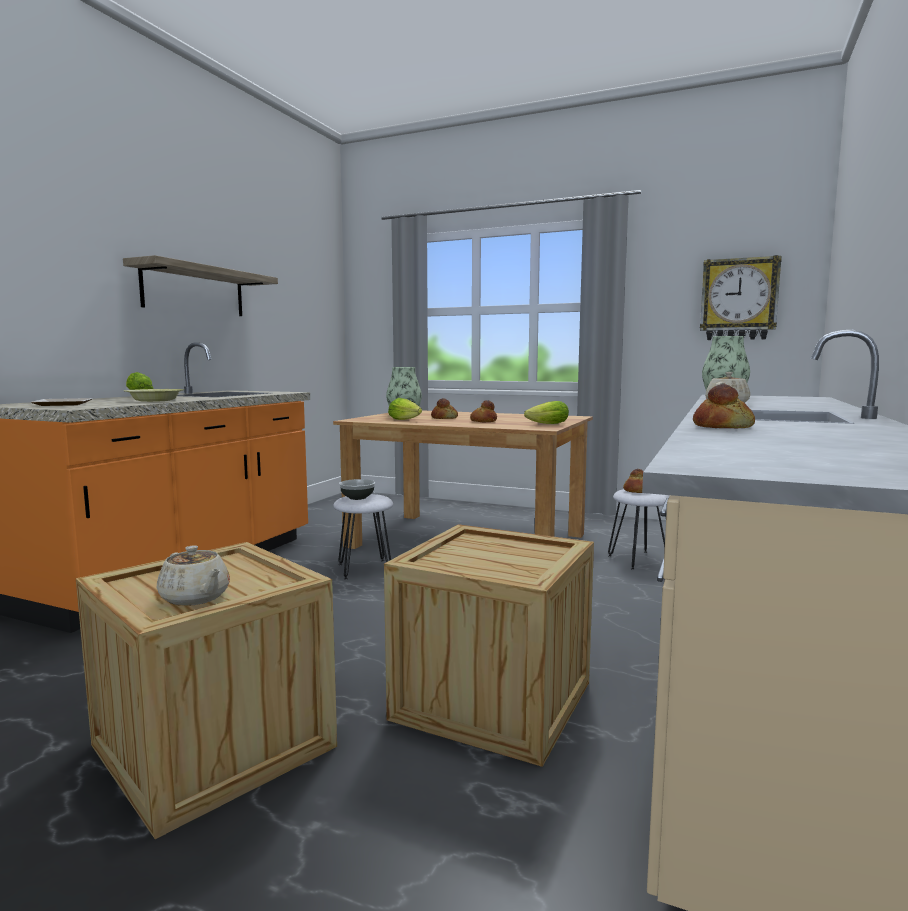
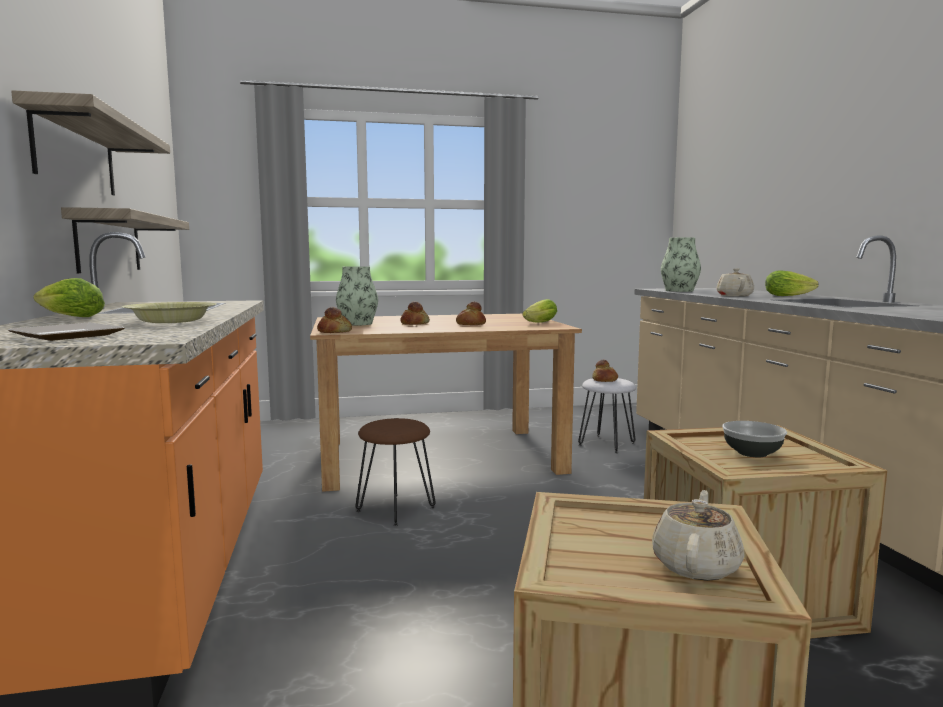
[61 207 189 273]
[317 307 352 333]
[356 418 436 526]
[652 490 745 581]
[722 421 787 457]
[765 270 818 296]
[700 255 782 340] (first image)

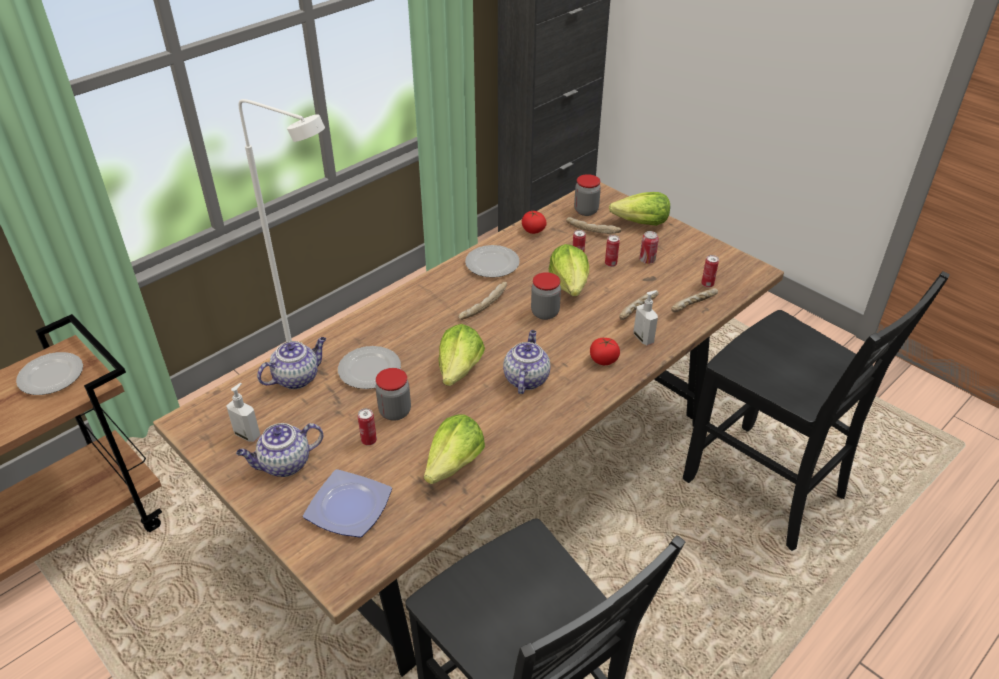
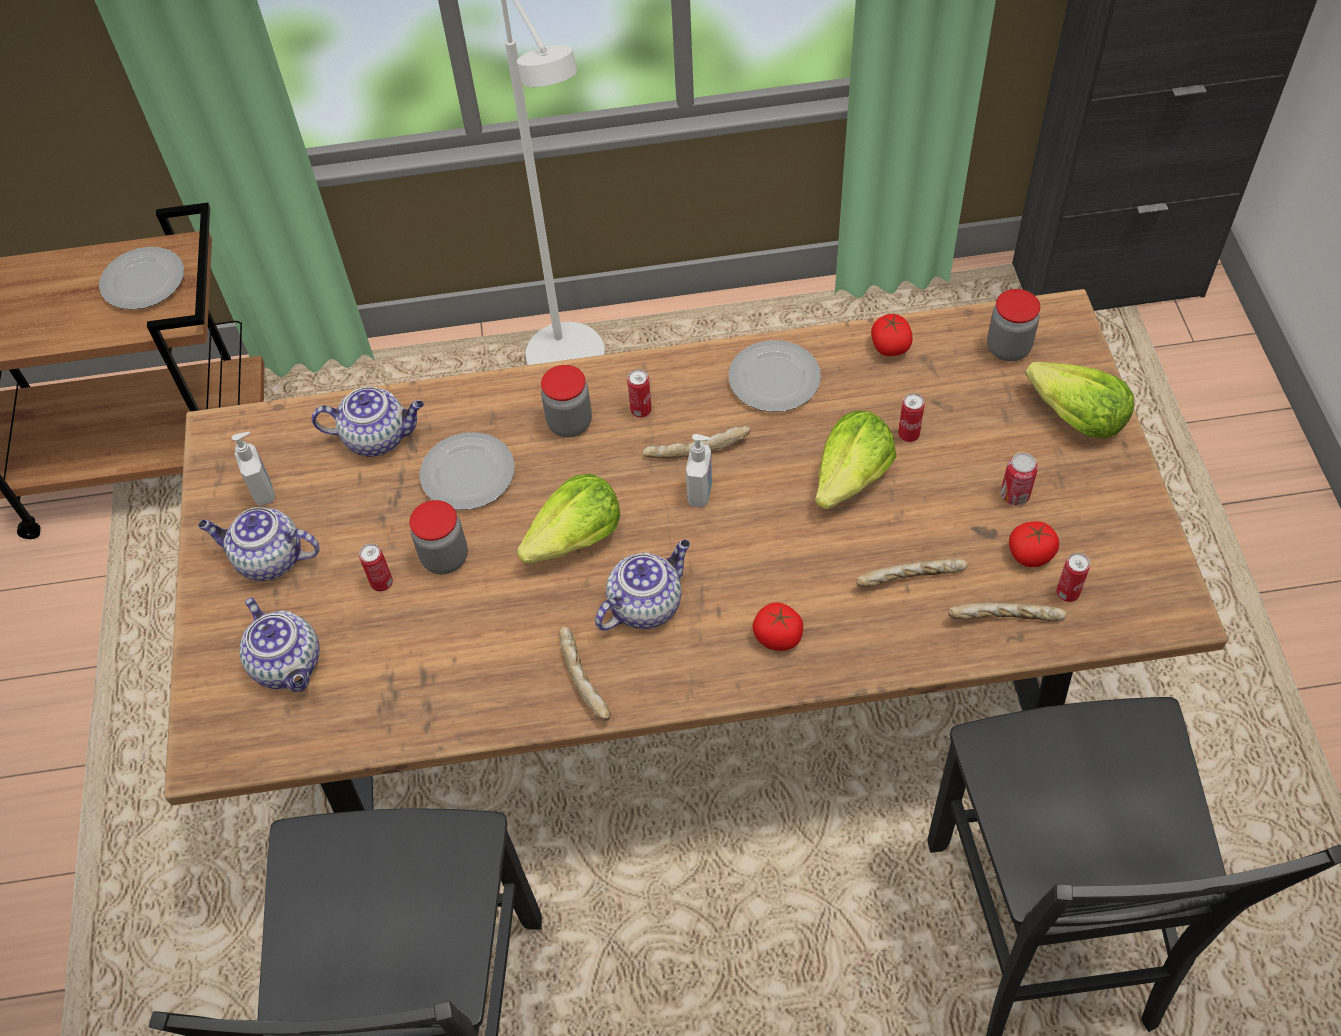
[240 597 320 692]
[541 365 592 437]
[560 626 611 721]
[627 369 652 418]
[686 434 712 508]
[1009 521 1059 567]
[424 414 485 484] (first image)

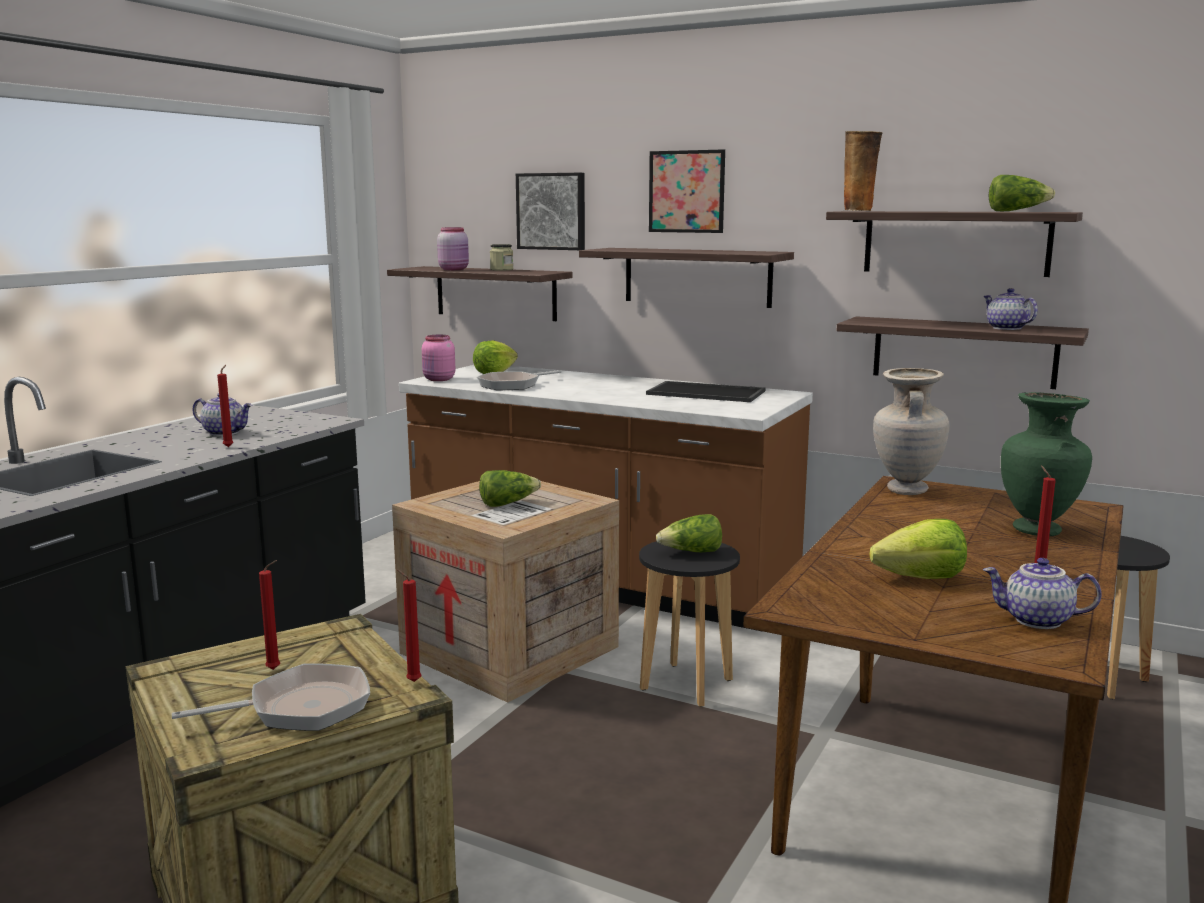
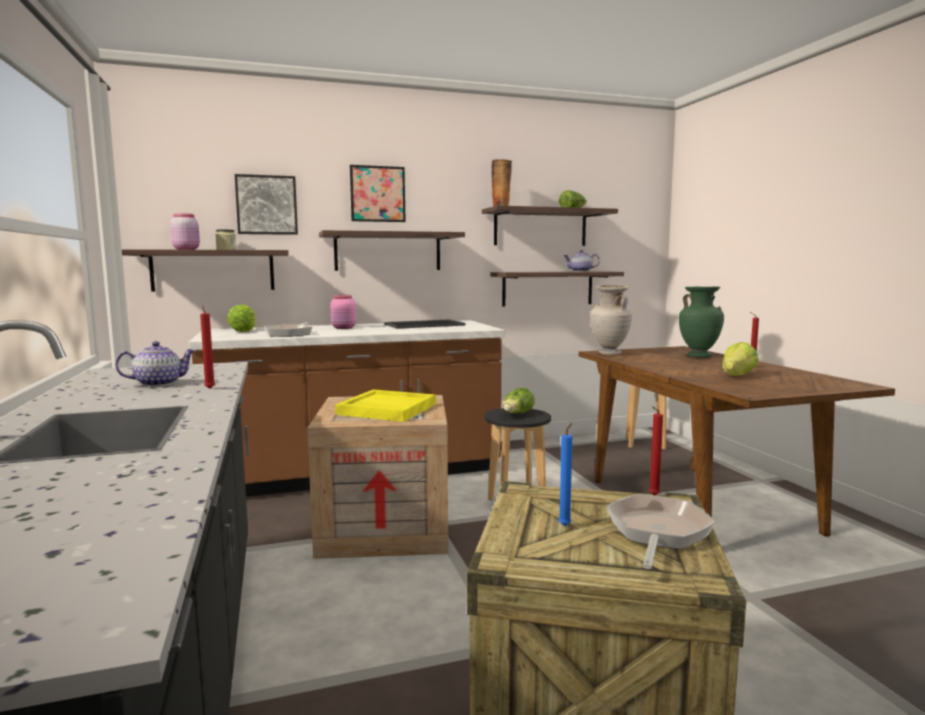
[330 295 356 329]
[335 390 436 422]
[558 423 572 526]
[983 558 1101 629] (first image)

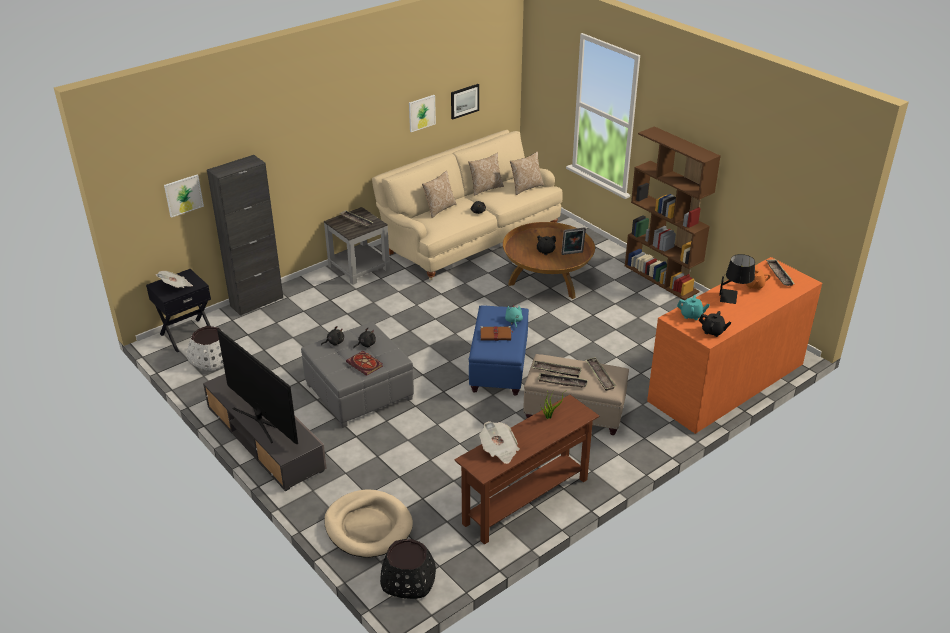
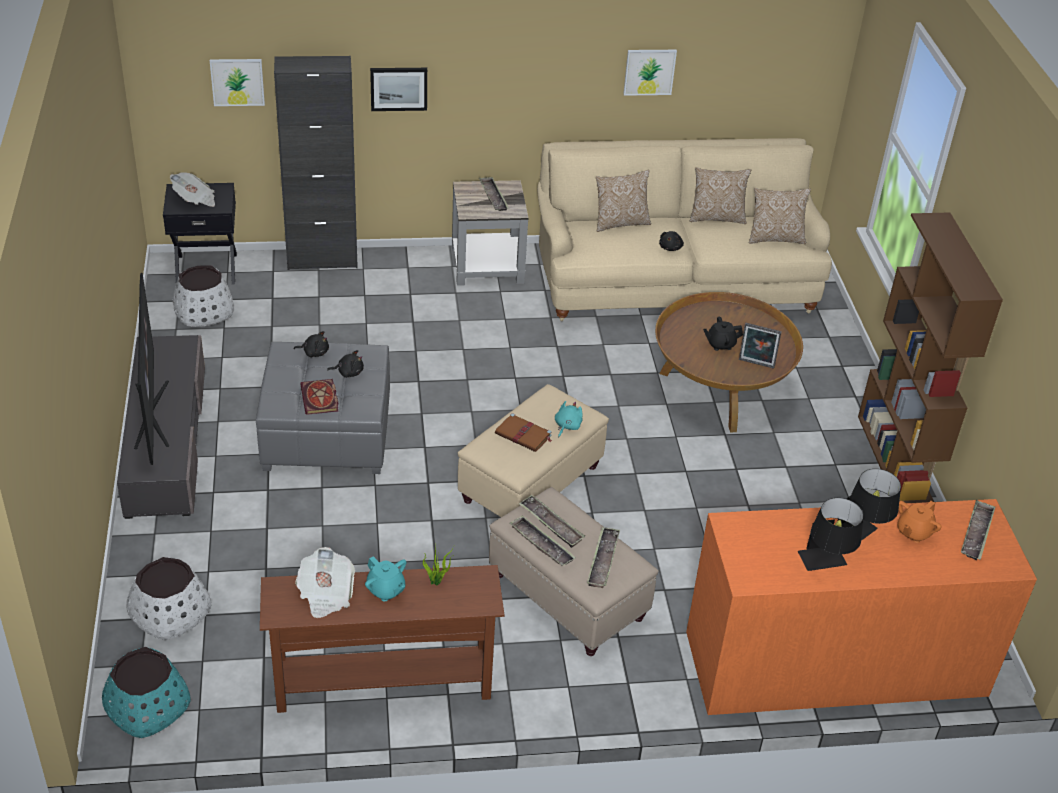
[102 647 191 738]
[126 557 212 640]
[365 556 406 602]
[370 68 427 111]
[458 384 609 517]
[798 498 863 571]
[699 311 732 337] (first image)

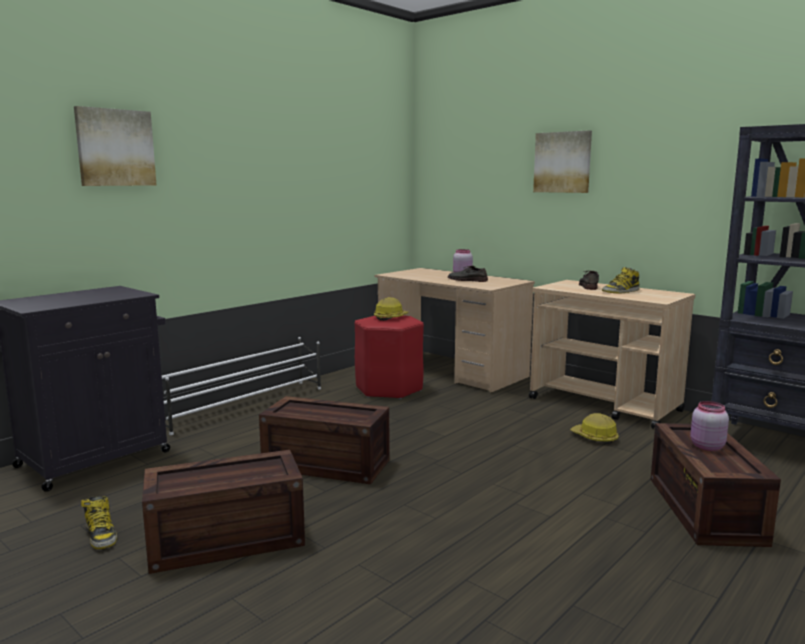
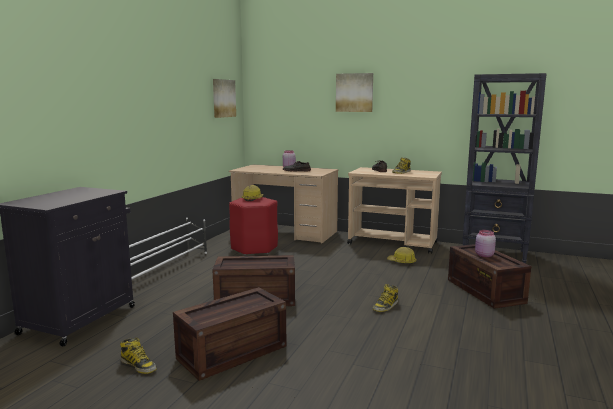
[213 79 236 118]
[373 284 398 312]

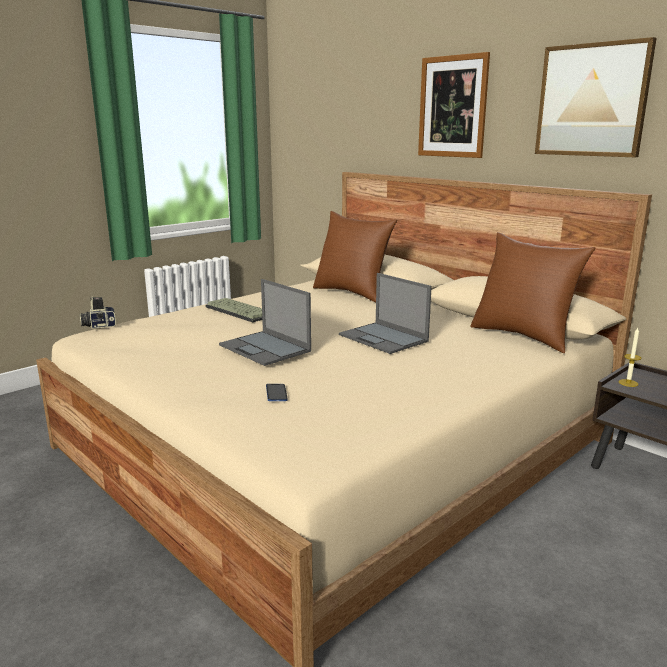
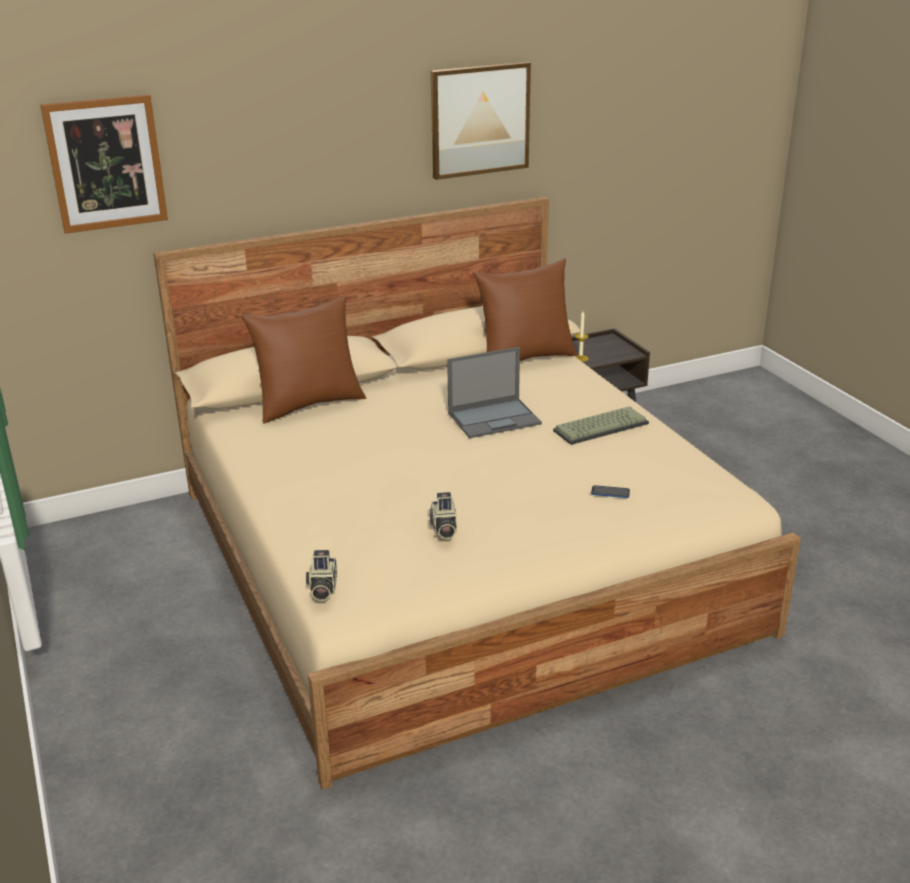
[40 94 168 234]
[430 492 457 539]
[553 406 649 445]
[219 279 311 366] (first image)

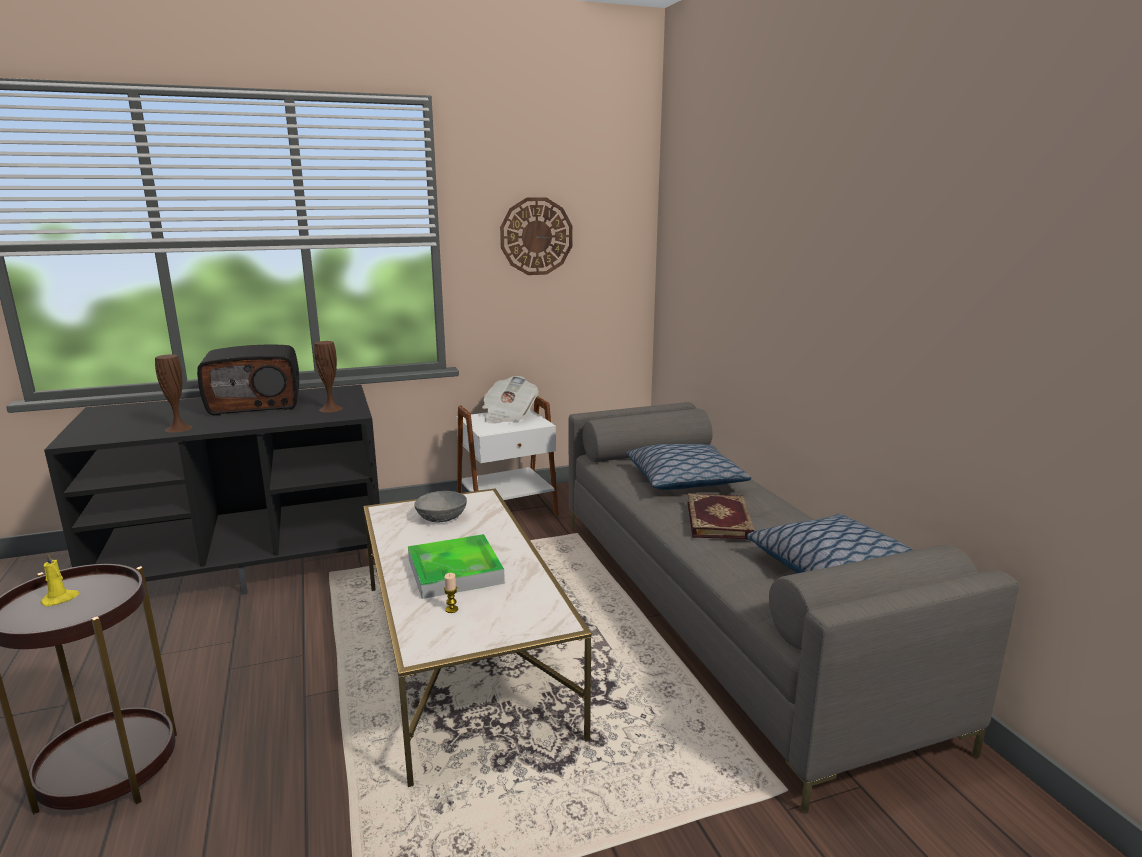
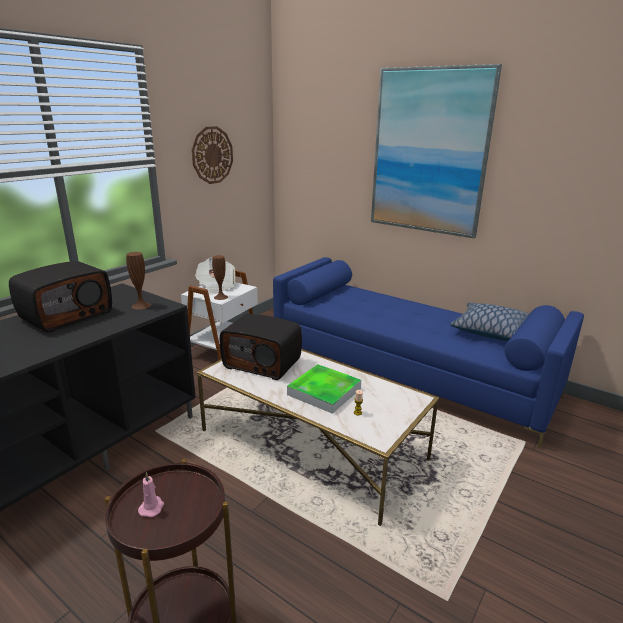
[138 472 164 517]
[212 255 228 300]
[220 314 302 380]
[273 257 584 448]
[371 64 502 238]
[626 444 751 490] (first image)
[687 493 754 540] (first image)

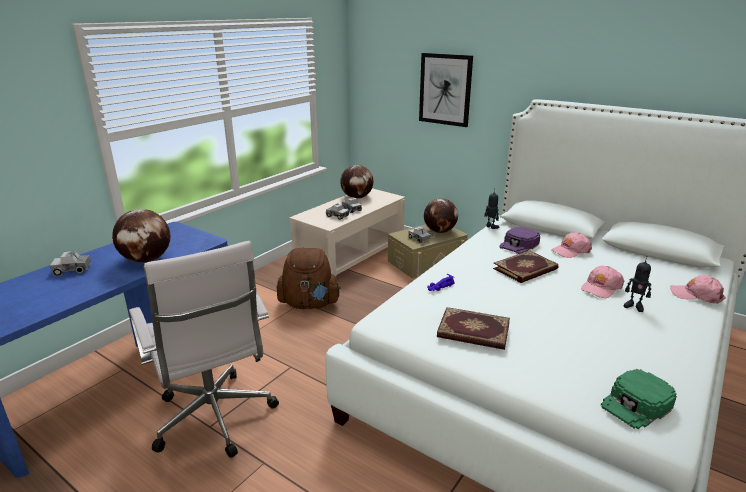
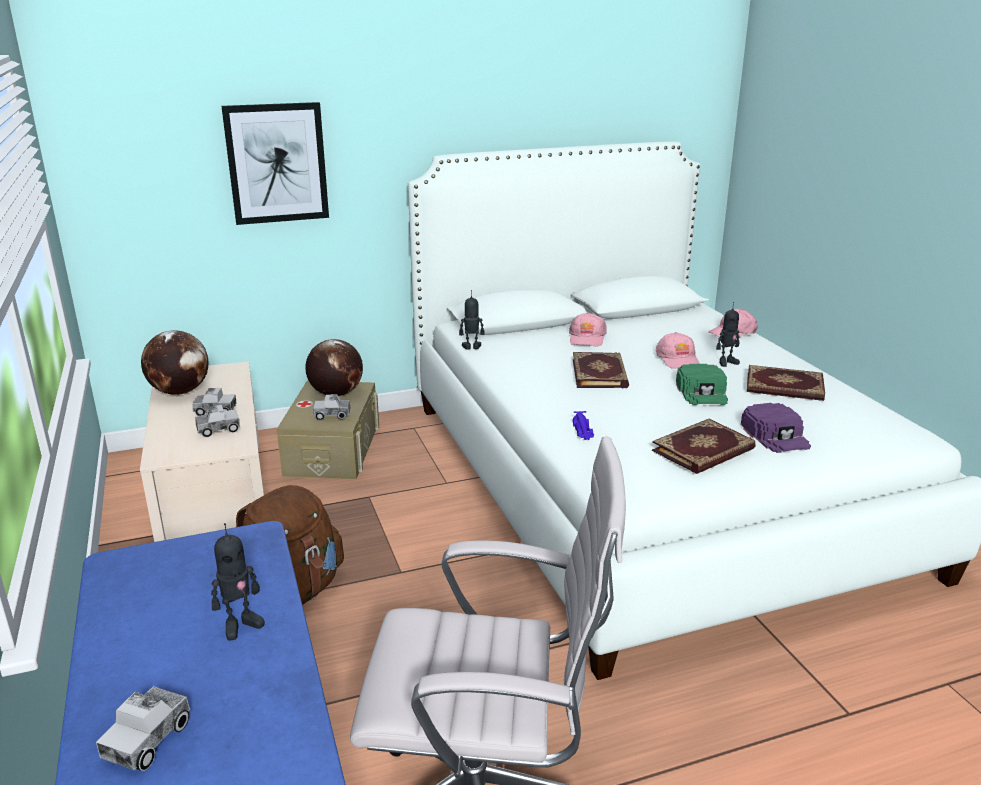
[211 523 265 641]
[676 364 728 405]
[741 403 811 453]
[747 365 825 401]

